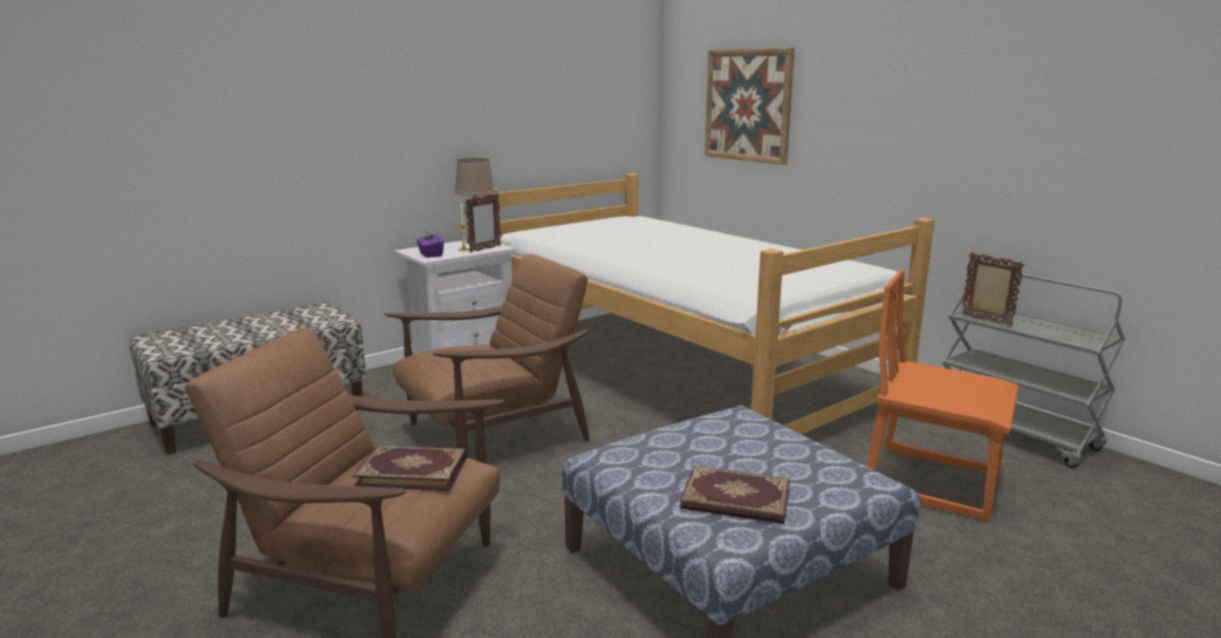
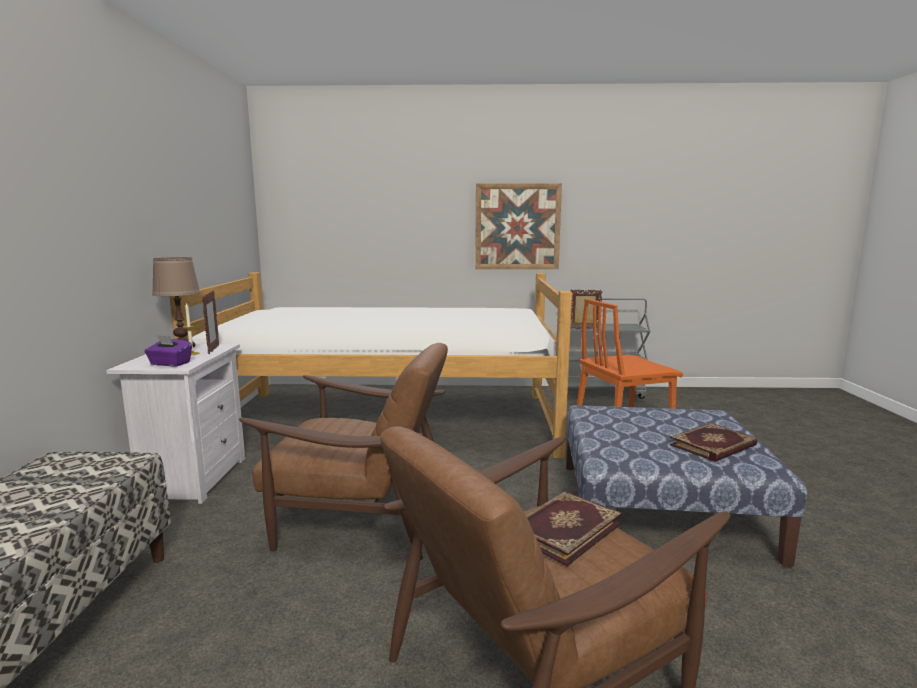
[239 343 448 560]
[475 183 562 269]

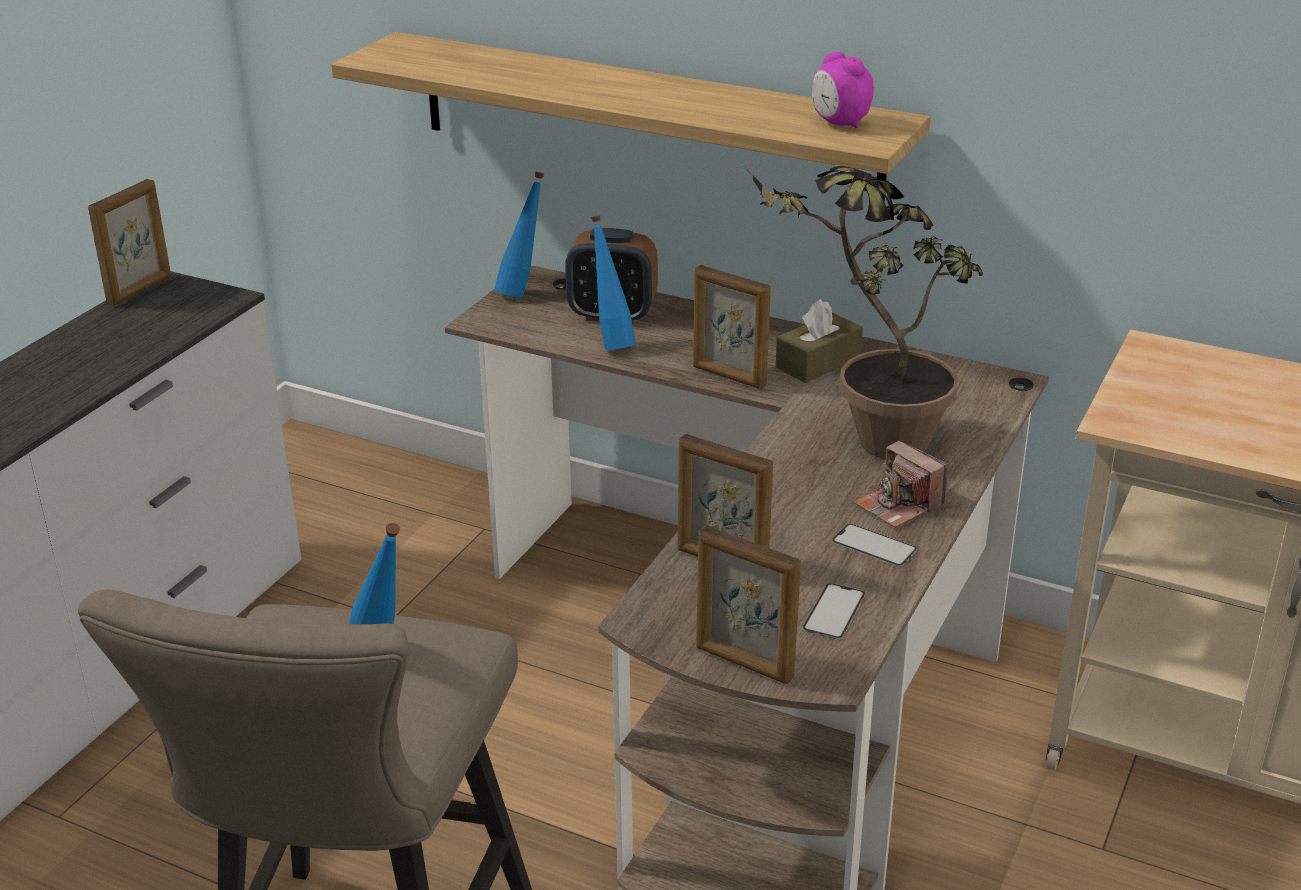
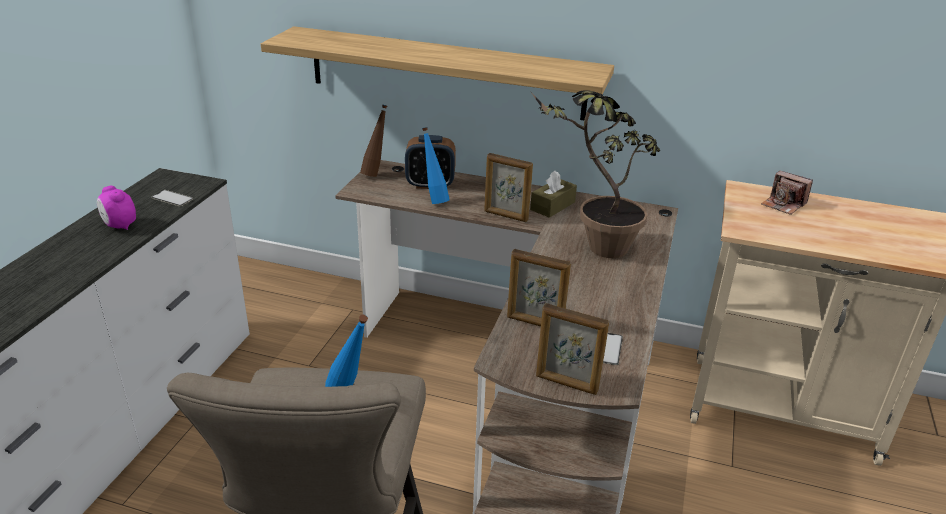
[97 186 136 230]
[151 190 193 206]
[360 105 387 177]
[761 171 813 215]
[88 179 171 306] (first image)

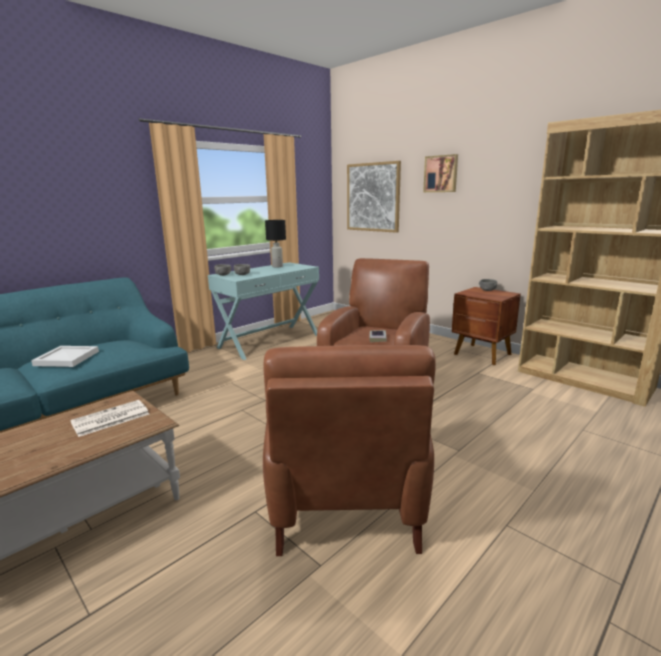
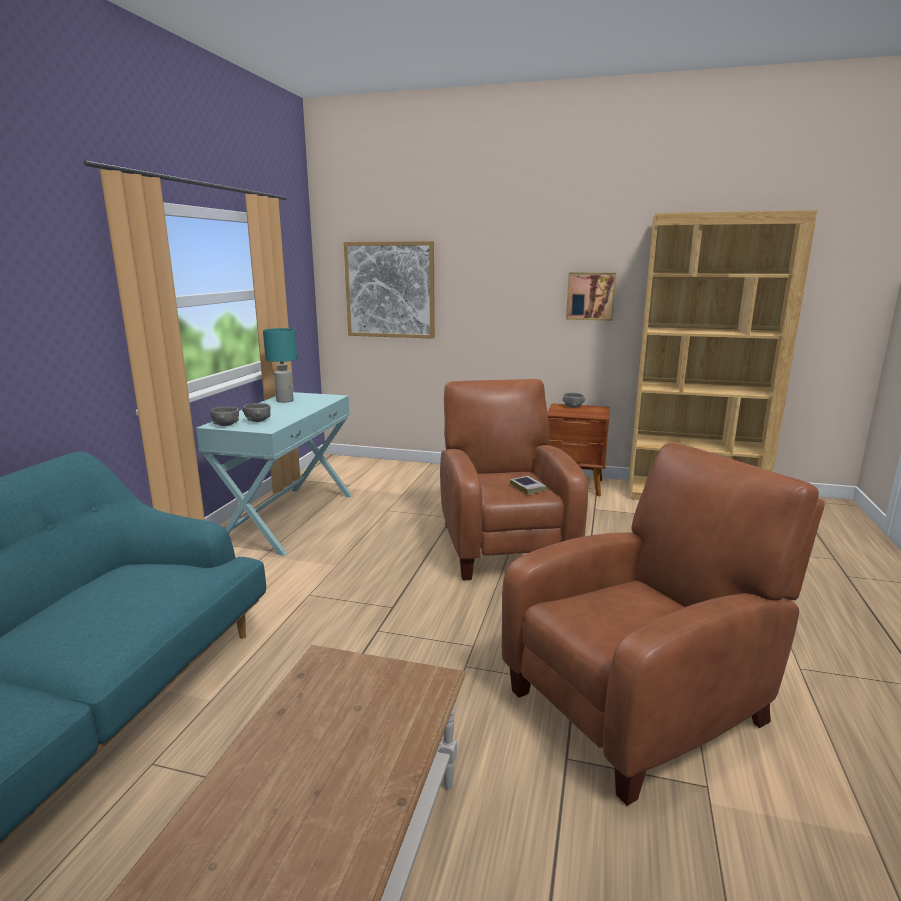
[263 328 297 403]
[501 442 825 806]
[566 272 616 321]
[31 346 99 367] (first image)
[70 400 149 437] (first image)

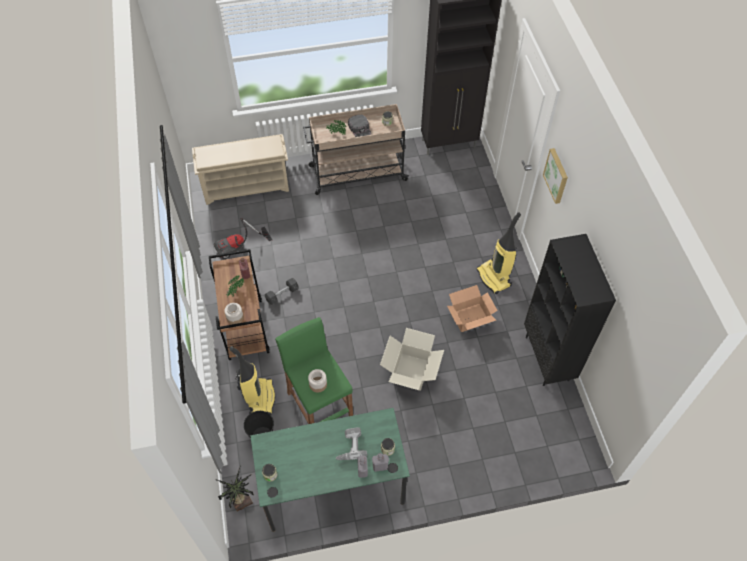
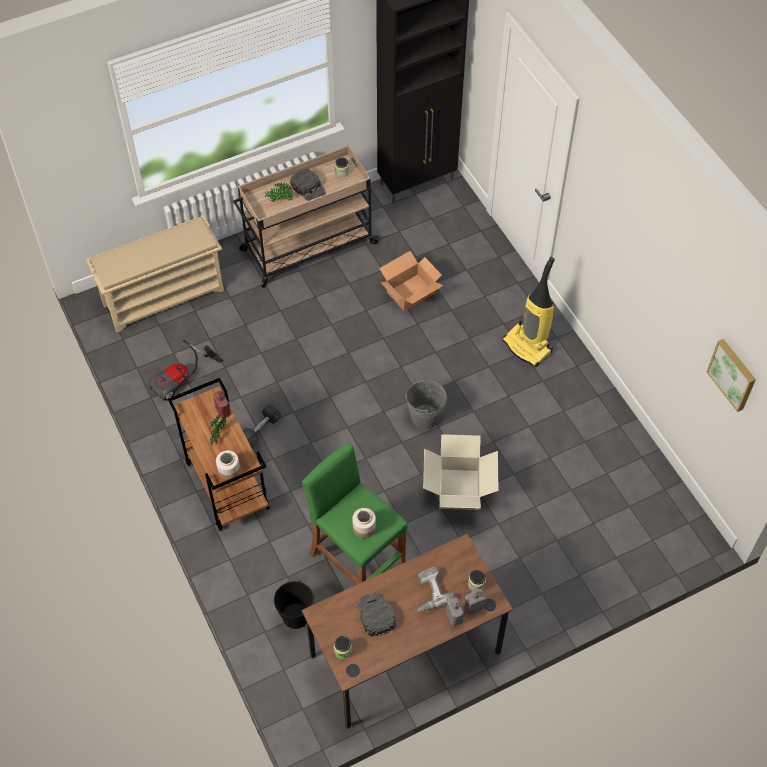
[301 534 513 729]
[358 592 396 637]
[379 251 444 311]
[405 378 447 429]
[707 339 756 412]
[215 467 254 512] (first image)
[230 346 275 415] (first image)
[524 234 616 386] (first image)

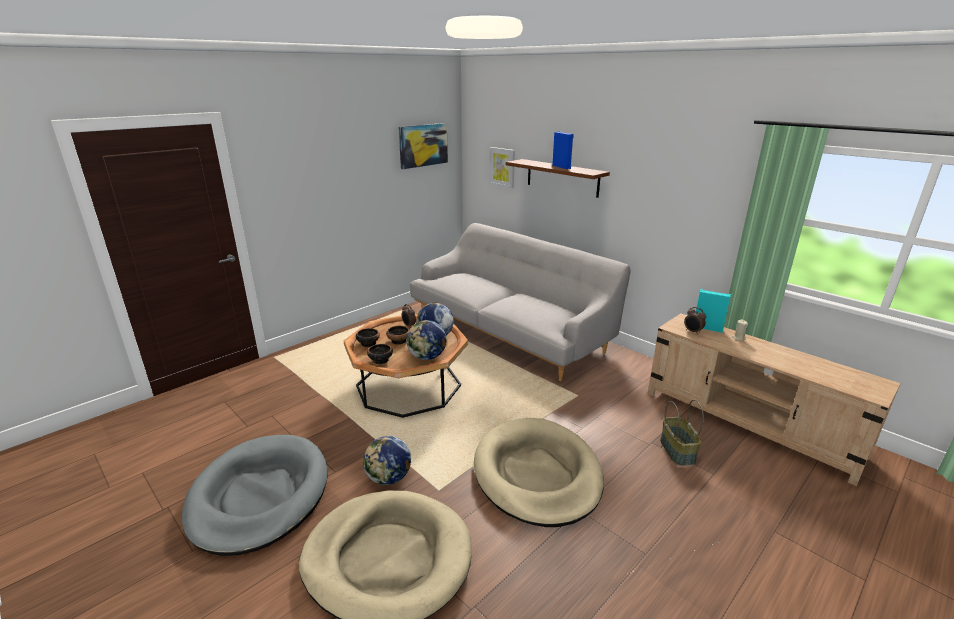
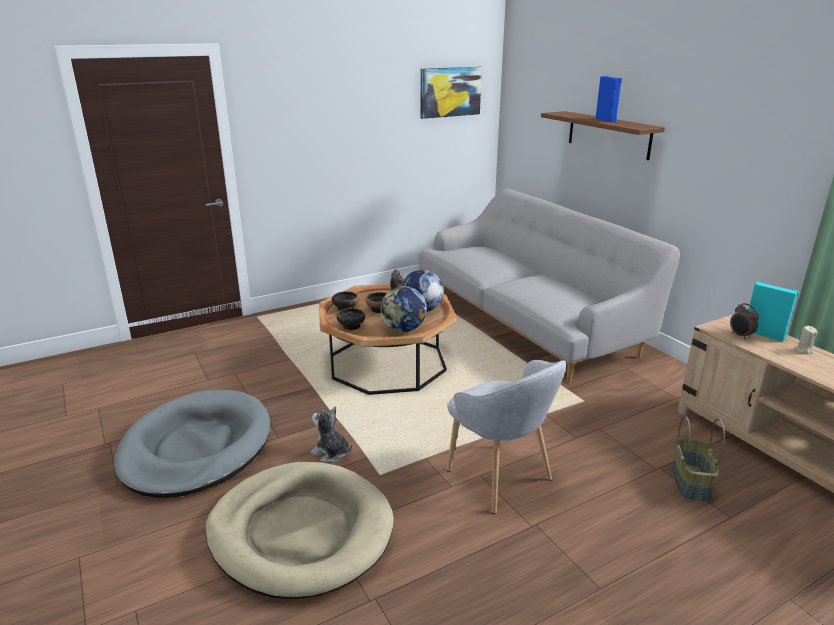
[311 406 352 463]
[447 360 566 514]
[489 147 515 188] (first image)

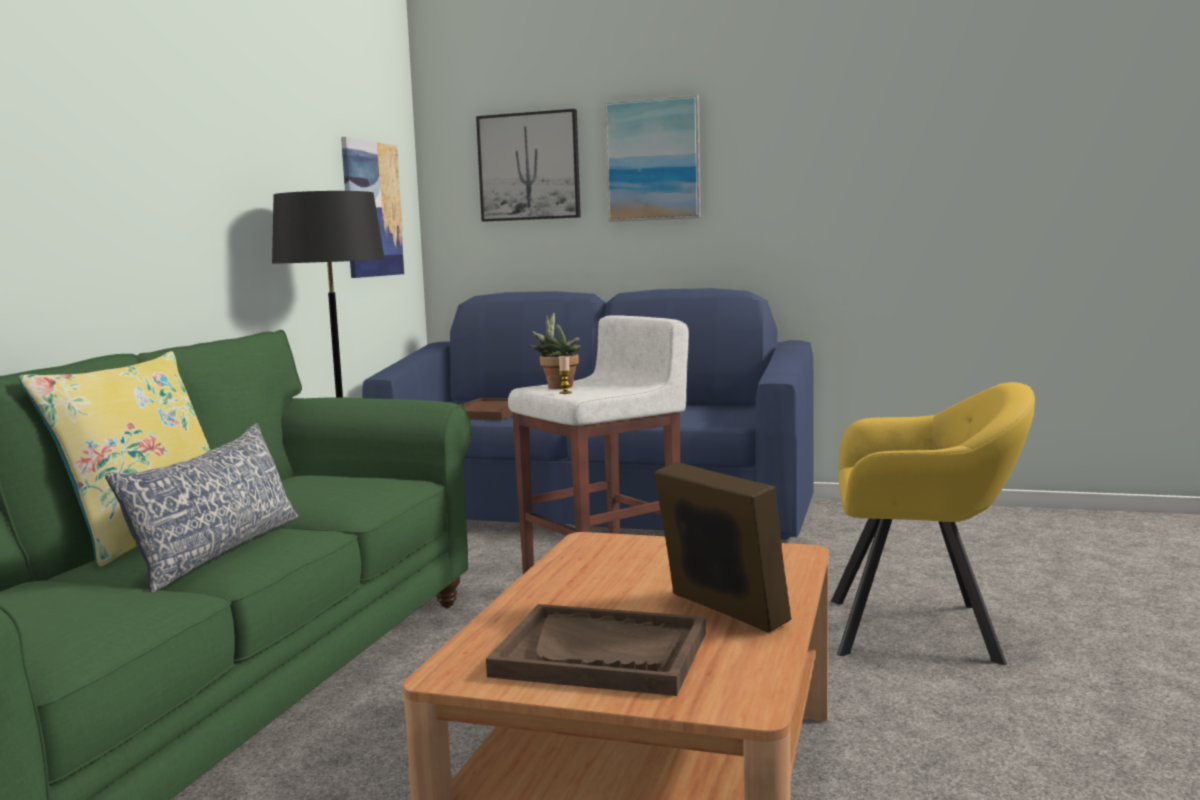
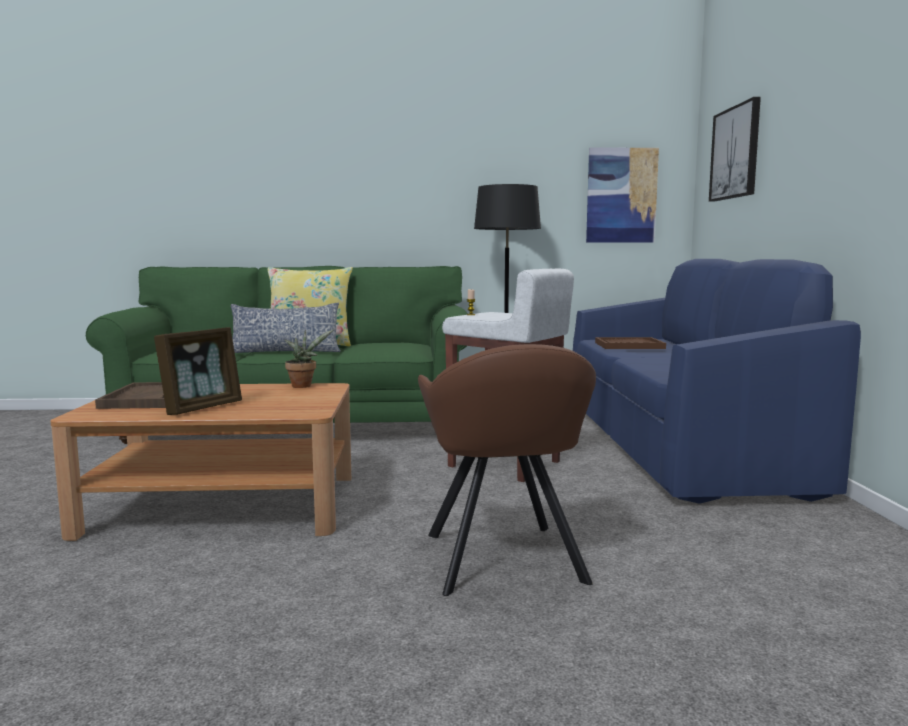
[285 329 334 388]
[418 344 596 596]
[604 95 701 222] (first image)

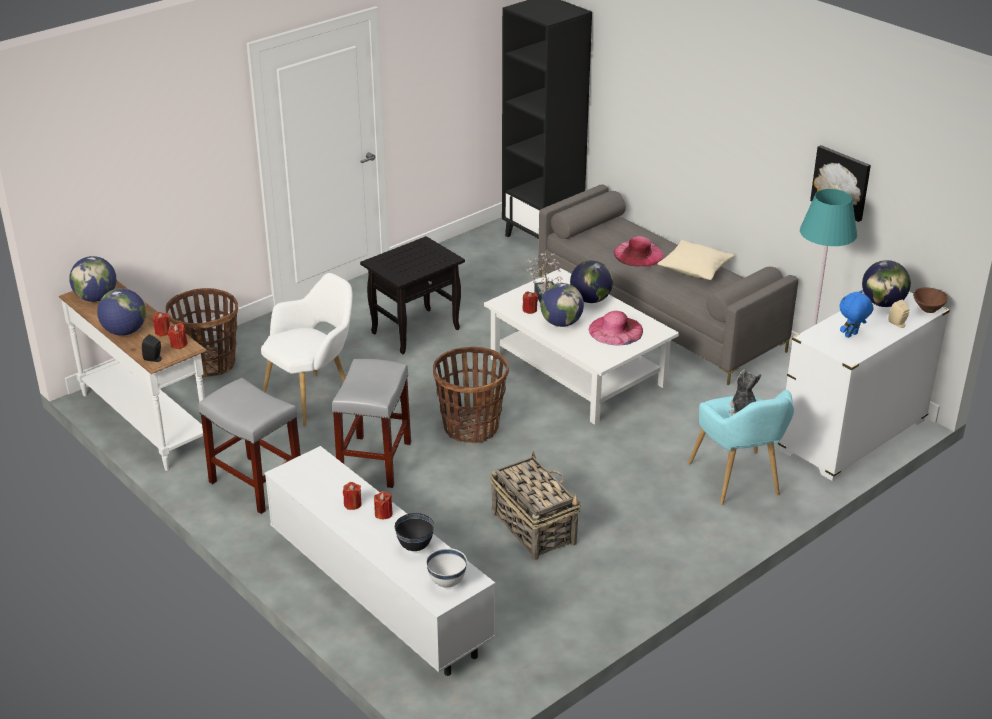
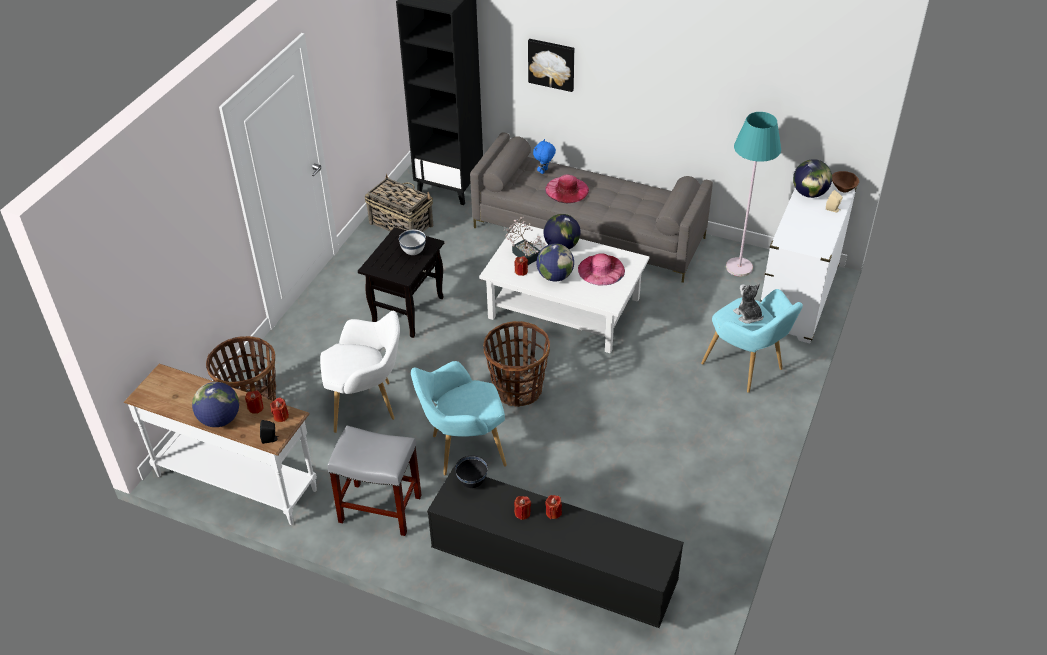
[320 311 400 433]
[365 174 433 232]
[399 230 426 255]
[411 361 507 475]
[427 467 684 628]
[455 455 488 488]
[528 39 574 92]
[533 139 556 174]
[69 256 116 302] (first image)
[658 240 735 280] (first image)

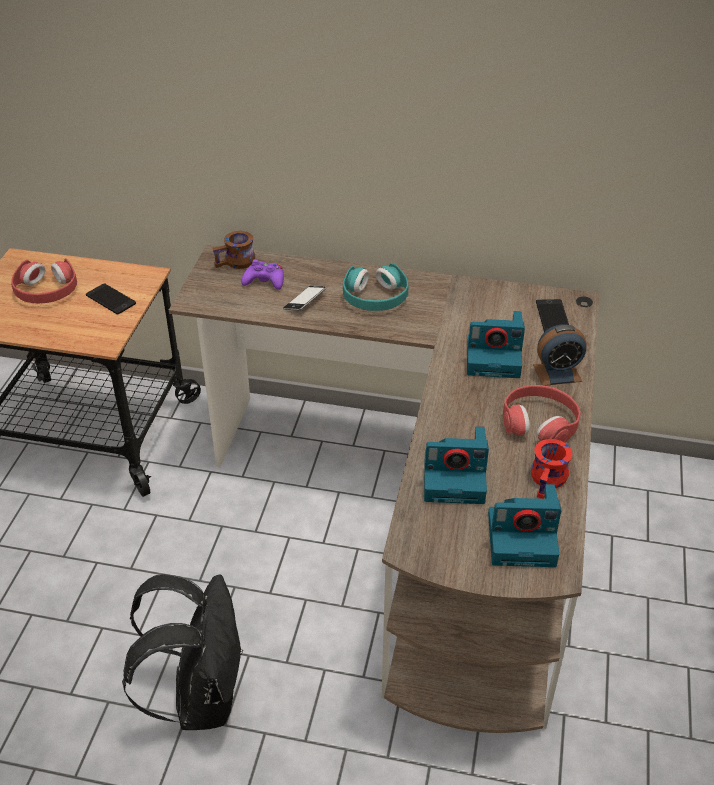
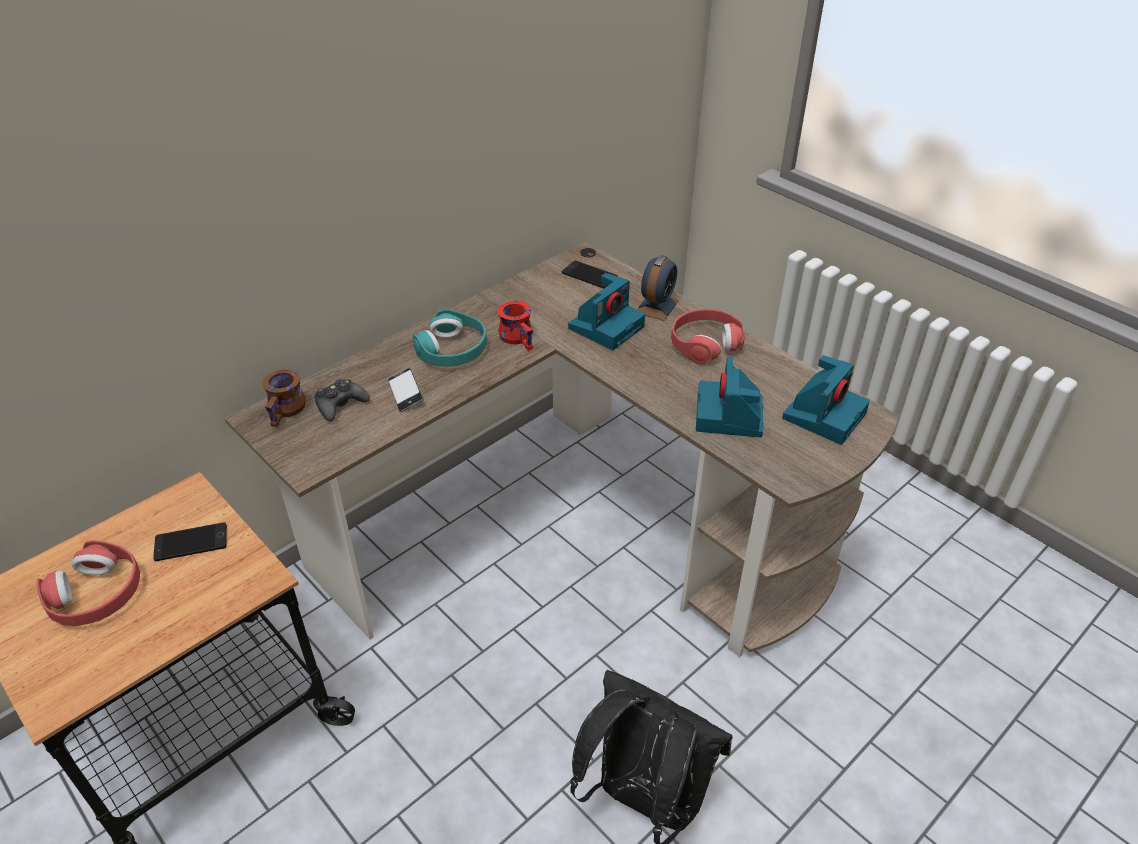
[315 378 370 422]
[498 301 533 351]
[696 357 764 437]

